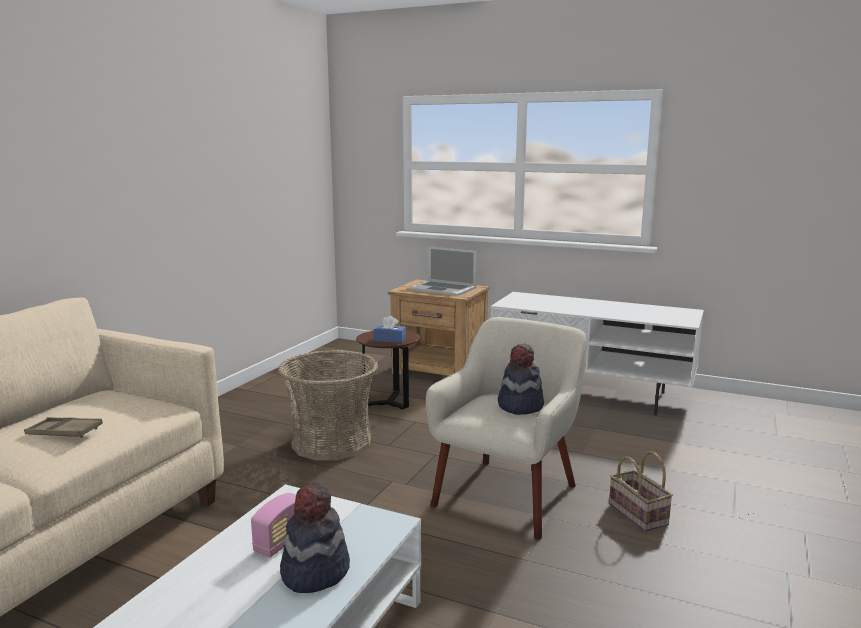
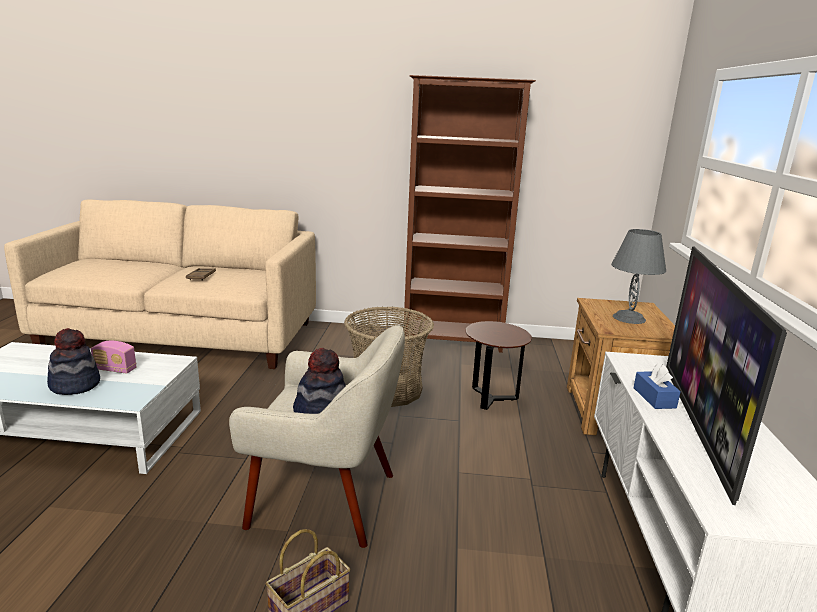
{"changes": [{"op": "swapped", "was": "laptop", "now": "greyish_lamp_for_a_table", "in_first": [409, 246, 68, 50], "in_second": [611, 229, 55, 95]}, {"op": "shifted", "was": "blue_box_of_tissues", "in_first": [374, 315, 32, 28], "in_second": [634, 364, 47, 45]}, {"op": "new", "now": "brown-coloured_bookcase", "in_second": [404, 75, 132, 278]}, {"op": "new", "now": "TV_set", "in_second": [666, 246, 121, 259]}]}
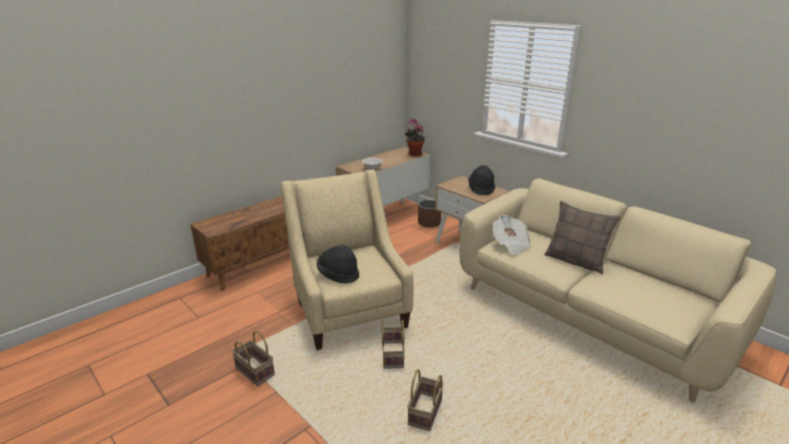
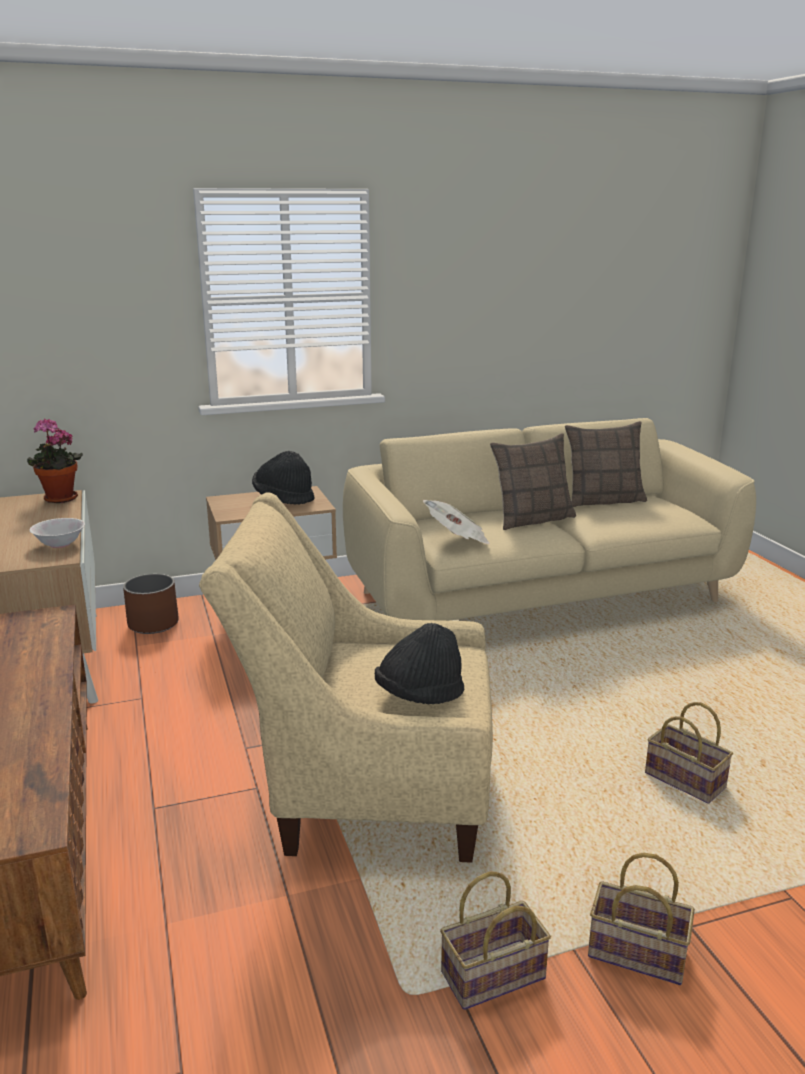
{"changes": [{"op": "shifted", "was": "household_basket", "in_first": [382, 320, 23, 49], "in_second": [588, 852, 107, 133]}, {"op": "new", "now": "cushion", "in_second": [565, 421, 82, 86]}]}
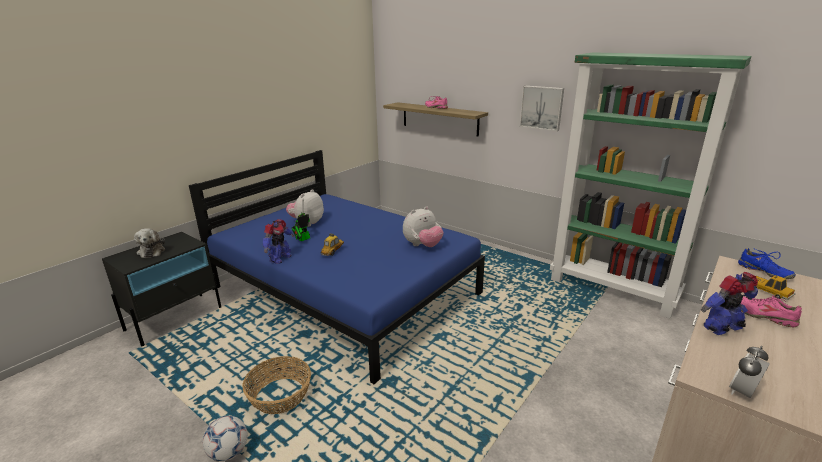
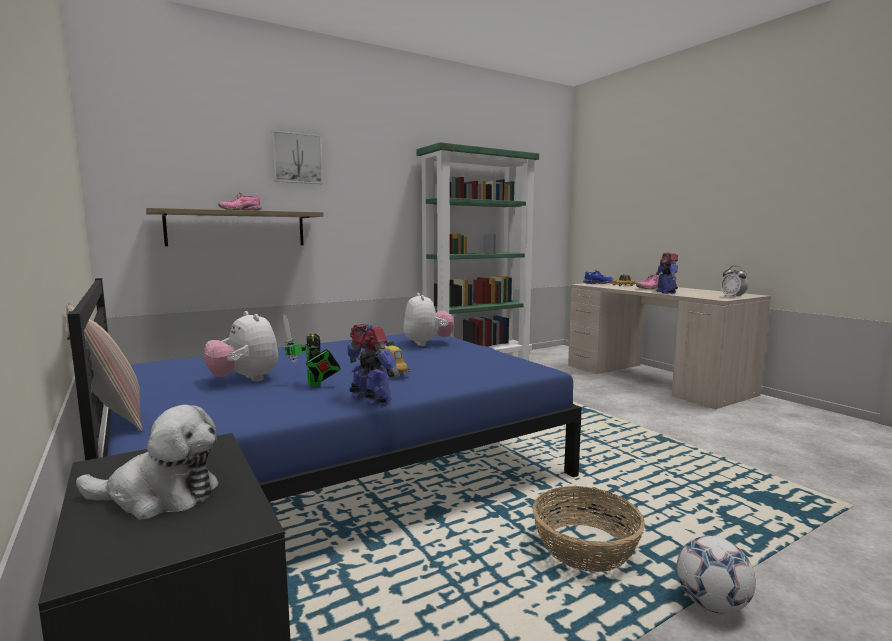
{"changes": [{"op": "shifted", "was": "wall_art", "in_first": [520, 86, 44, 45], "in_second": [272, 131, 51, 53]}, {"op": "new", "now": "cushion", "in_second": [66, 303, 77, 128]}]}
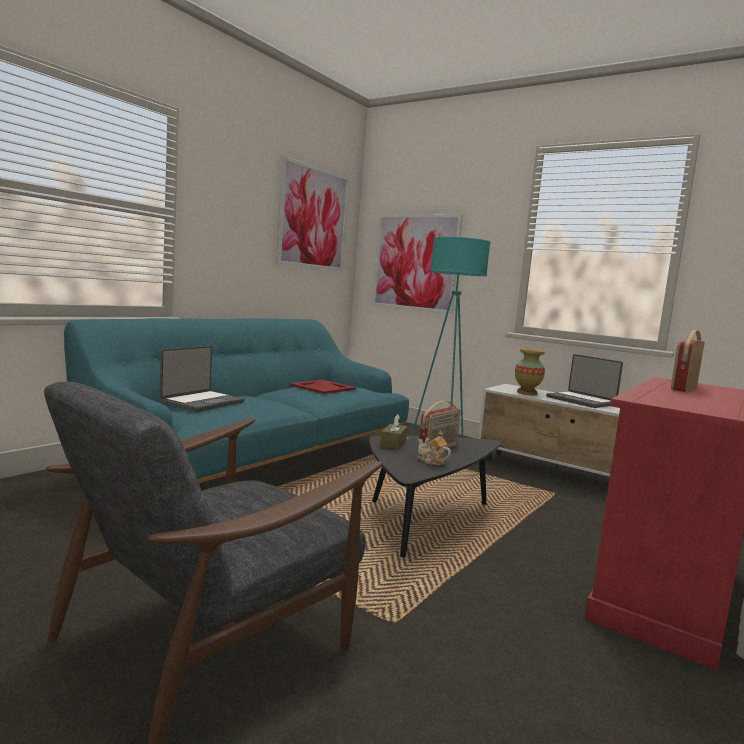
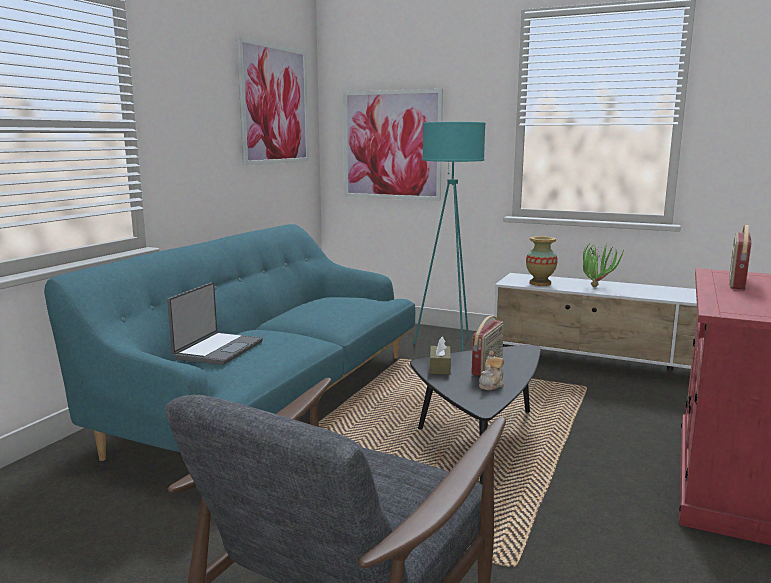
{"changes": [{"op": "swapped", "was": "laptop", "now": "potted_plant", "in_first": [546, 354, 77, 54], "in_second": [583, 242, 41, 45]}, {"op": "gone", "was": "red-coloured_carrying_tray", "in_first": [290, 380, 66, 14]}, {"op": "rotated", "was": "teapot", "in_first": [418, 431, 33, 34], "in_second": [479, 351, 25, 39], "clockwise": -90}]}
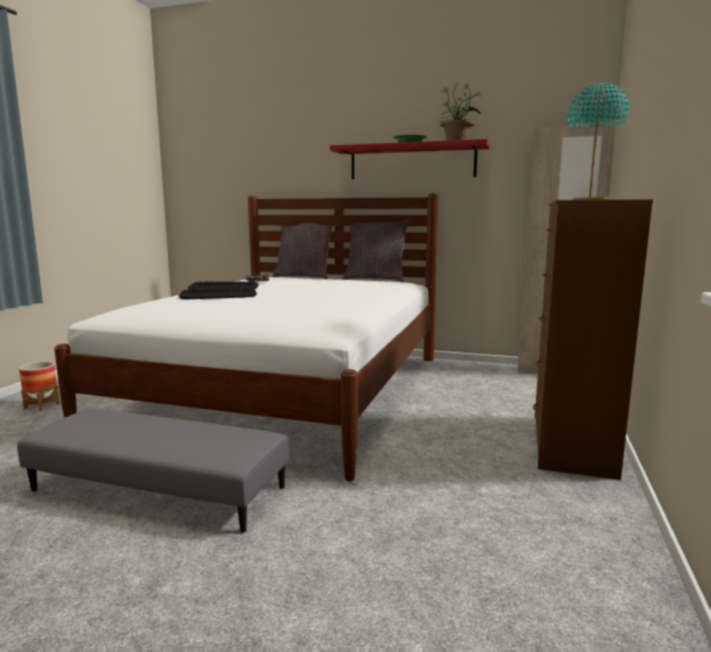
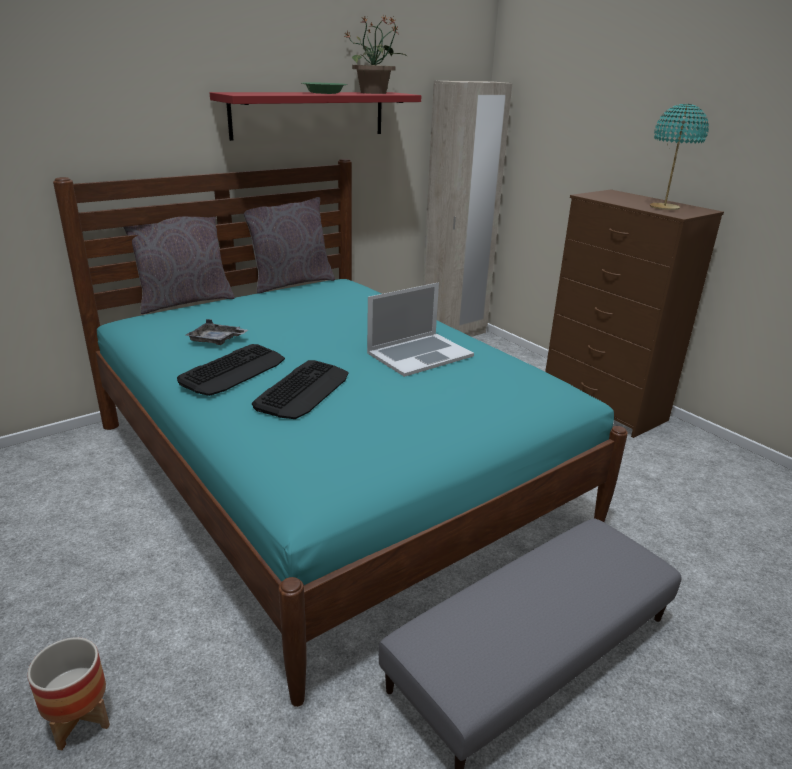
{"changes": [{"op": "repainted", "was": "white-coloured_sleeping_bed", "now": "turquoise_sleeping_bed", "in_first": [54, 193, 385, 288], "in_second": [53, 159, 575, 548]}, {"op": "new", "now": "laptop", "in_second": [367, 282, 107, 95]}]}
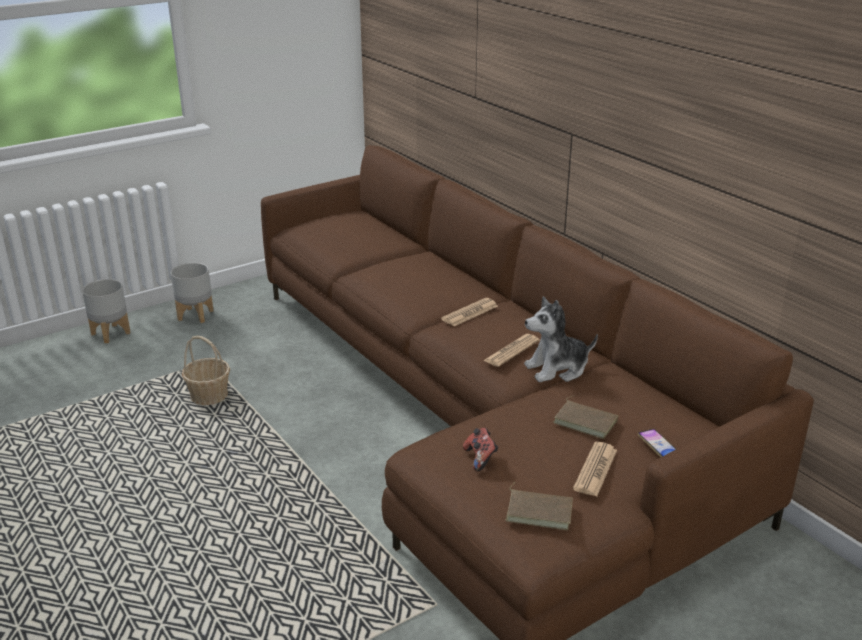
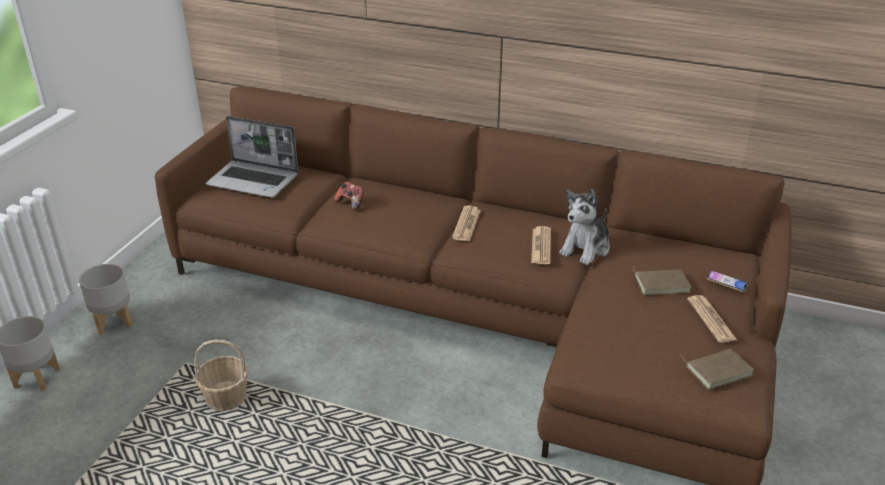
{"changes": [{"op": "shifted", "was": "game_controller", "in_first": [463, 428, 36, 43], "in_second": [334, 181, 30, 30]}, {"op": "new", "now": "laptop", "in_second": [206, 116, 92, 82]}]}
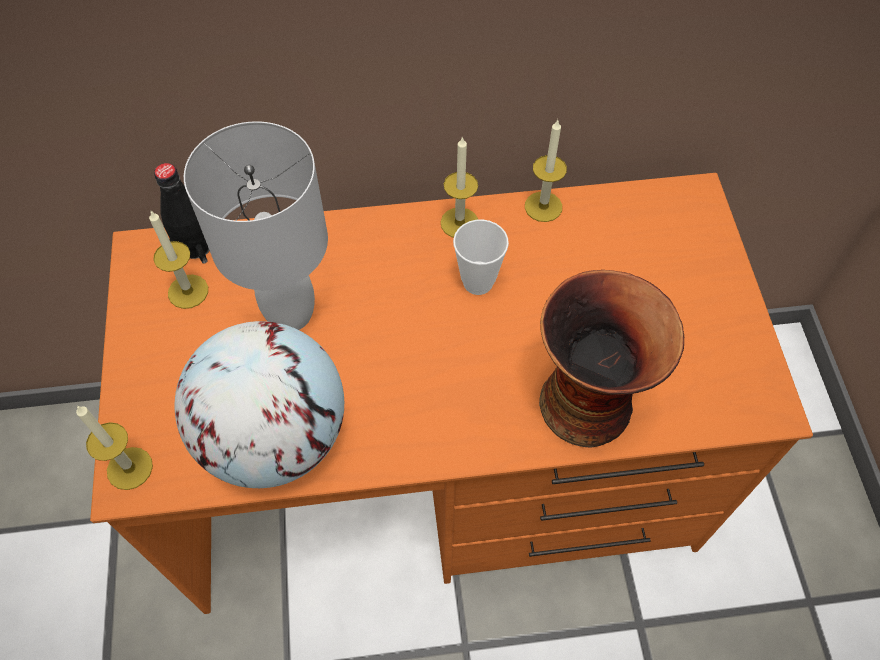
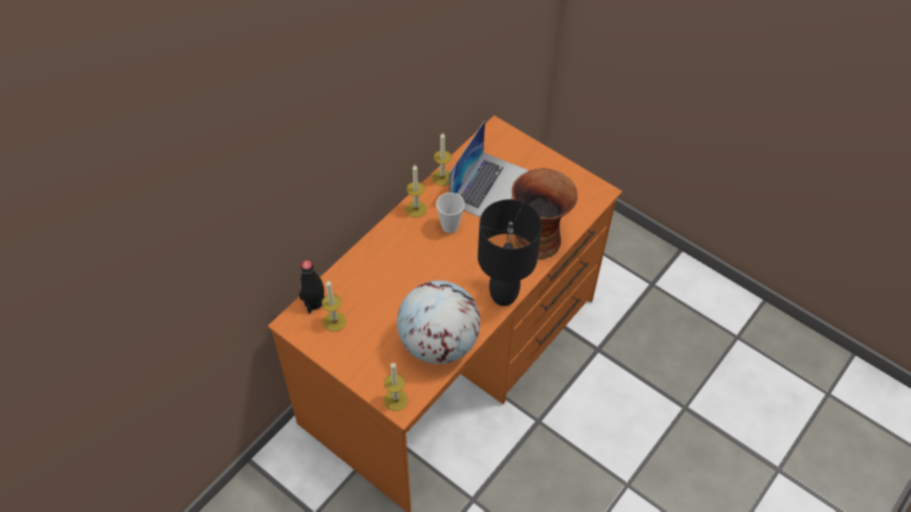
{"changes": [{"op": "gone", "was": "white-coloured_lamp_for_a_table", "in_first": [184, 121, 144, 209]}, {"op": "new", "now": "laptop", "in_second": [449, 121, 79, 96]}, {"op": "new", "now": "black-coloured_lamp_for_a_table", "in_second": [478, 199, 64, 107]}]}
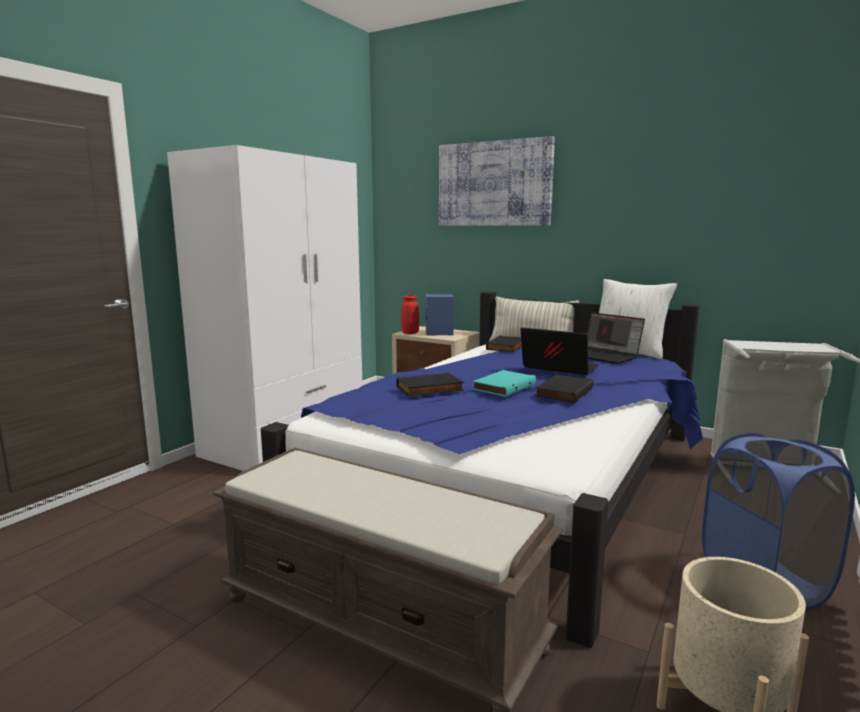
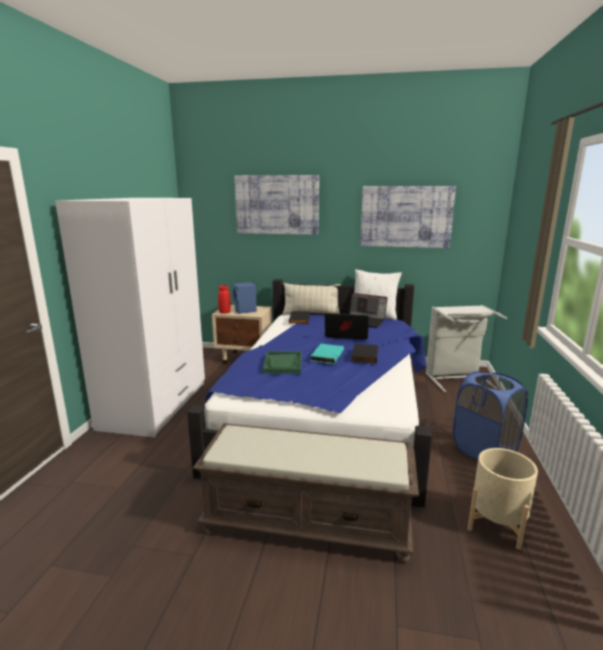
{"changes": [{"op": "swapped", "was": "black-coloured_book", "now": "green-coloured_carrying_tray", "in_first": [396, 373, 68, 23], "in_second": [263, 351, 39, 23]}, {"op": "new", "now": "wall_art", "in_second": [360, 186, 96, 62]}]}
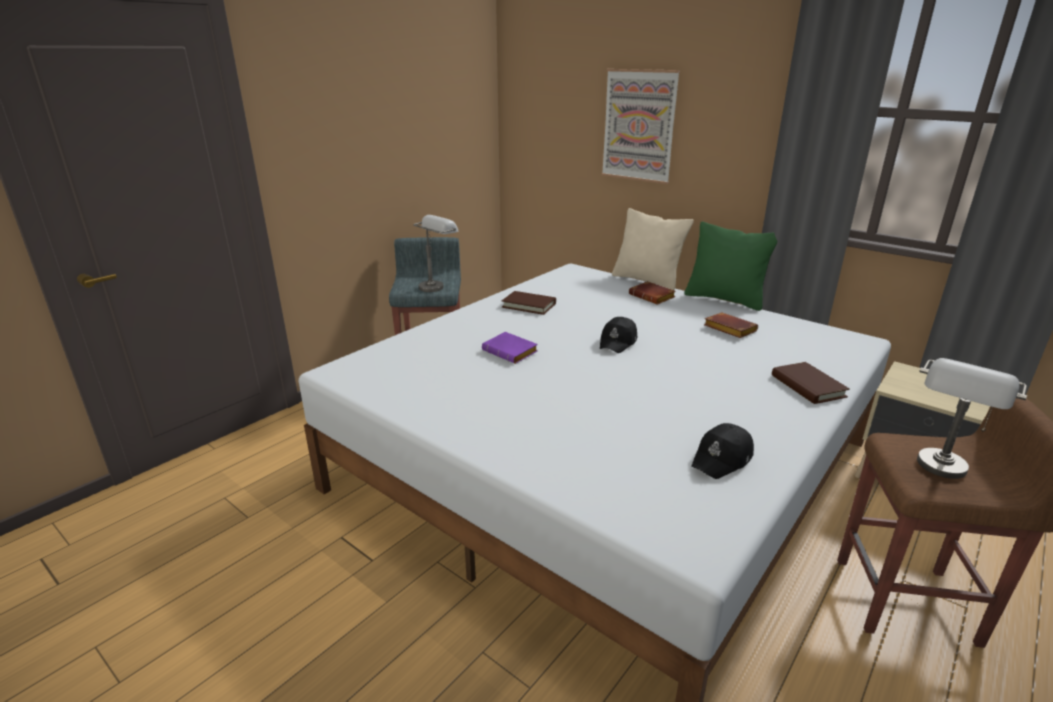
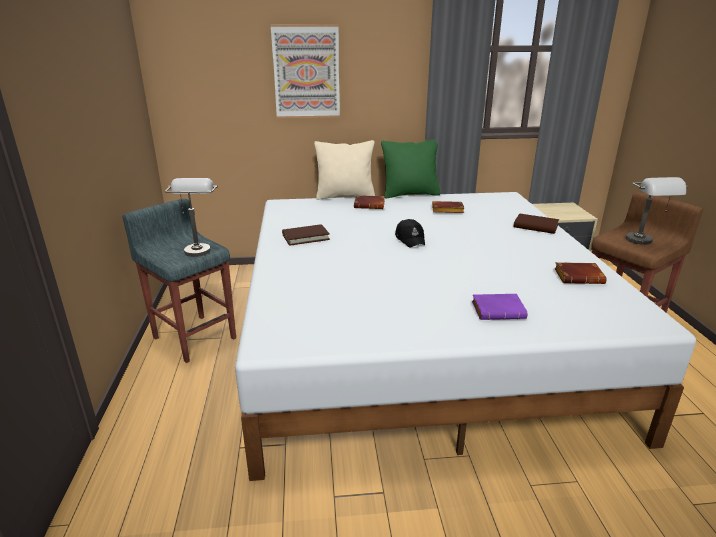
{"changes": [{"op": "shifted", "was": "purplish_book", "in_first": [482, 332, 56, 32], "in_second": [472, 294, 55, 26]}, {"op": "swapped", "was": "black-coloured_baseball_cap", "now": "brown-coloured_book", "in_first": [691, 423, 63, 56], "in_second": [554, 262, 53, 22]}]}
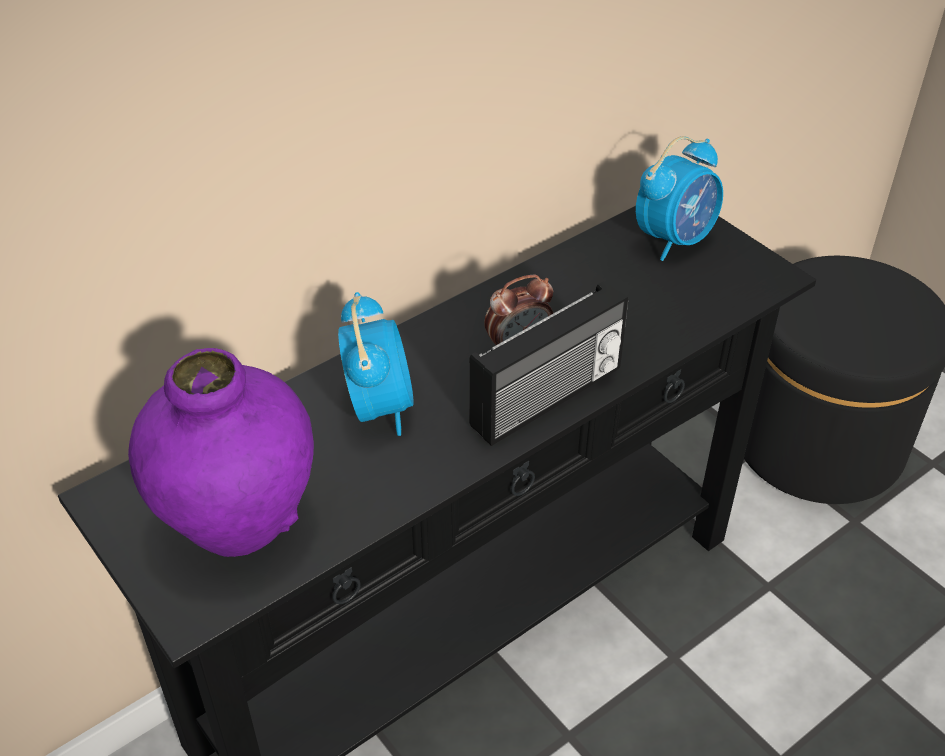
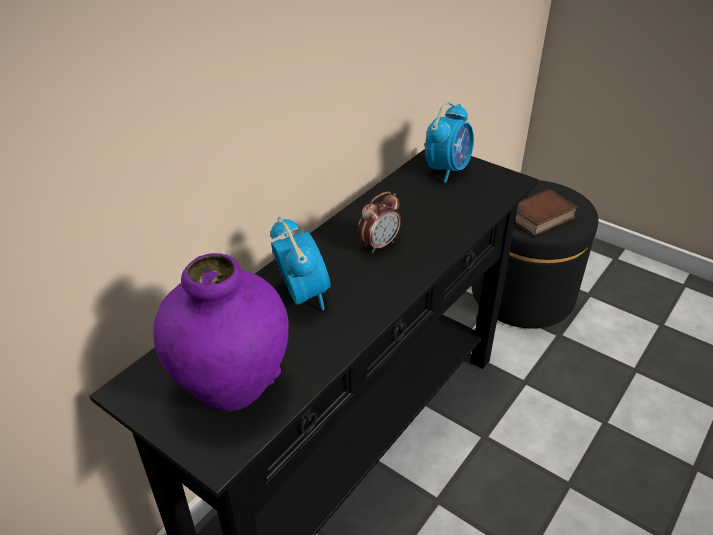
{"changes": [{"op": "gone", "was": "radio_set", "in_first": [469, 281, 159, 165]}, {"op": "new", "now": "book", "in_second": [515, 189, 63, 47]}]}
